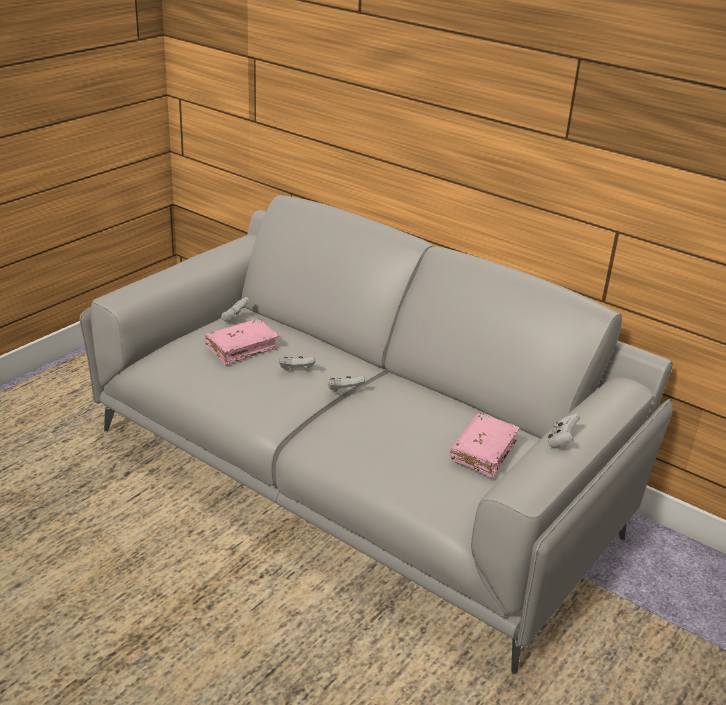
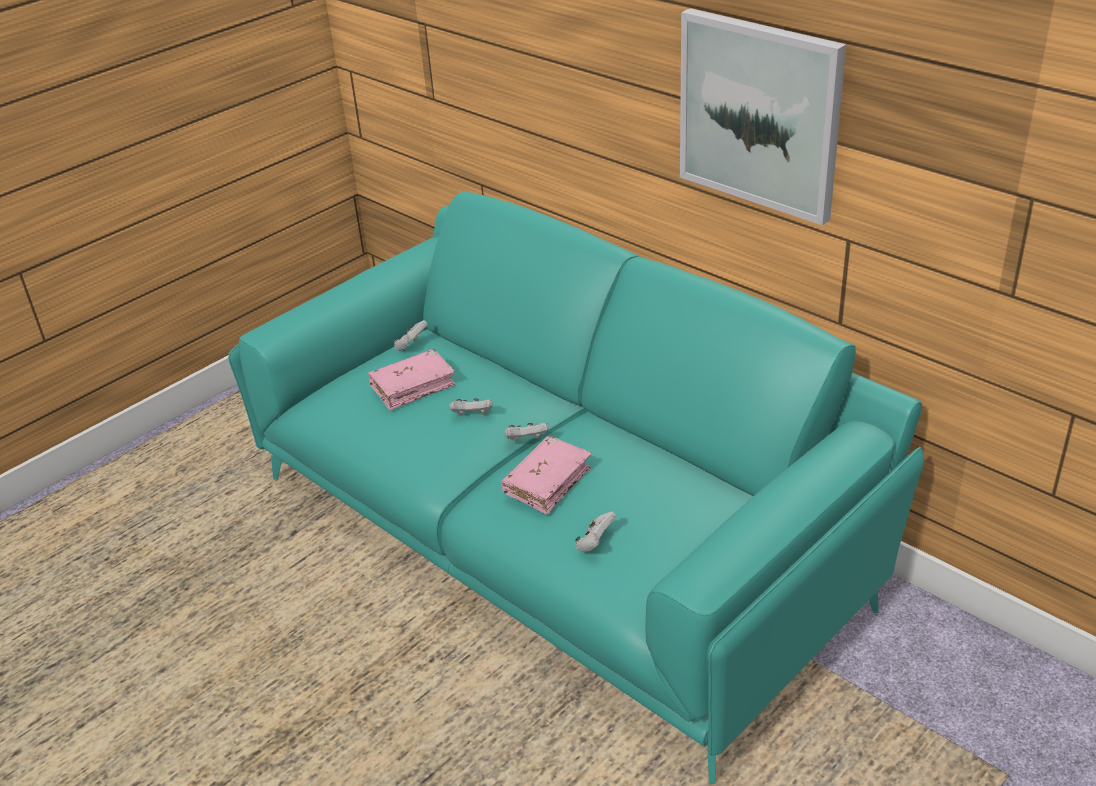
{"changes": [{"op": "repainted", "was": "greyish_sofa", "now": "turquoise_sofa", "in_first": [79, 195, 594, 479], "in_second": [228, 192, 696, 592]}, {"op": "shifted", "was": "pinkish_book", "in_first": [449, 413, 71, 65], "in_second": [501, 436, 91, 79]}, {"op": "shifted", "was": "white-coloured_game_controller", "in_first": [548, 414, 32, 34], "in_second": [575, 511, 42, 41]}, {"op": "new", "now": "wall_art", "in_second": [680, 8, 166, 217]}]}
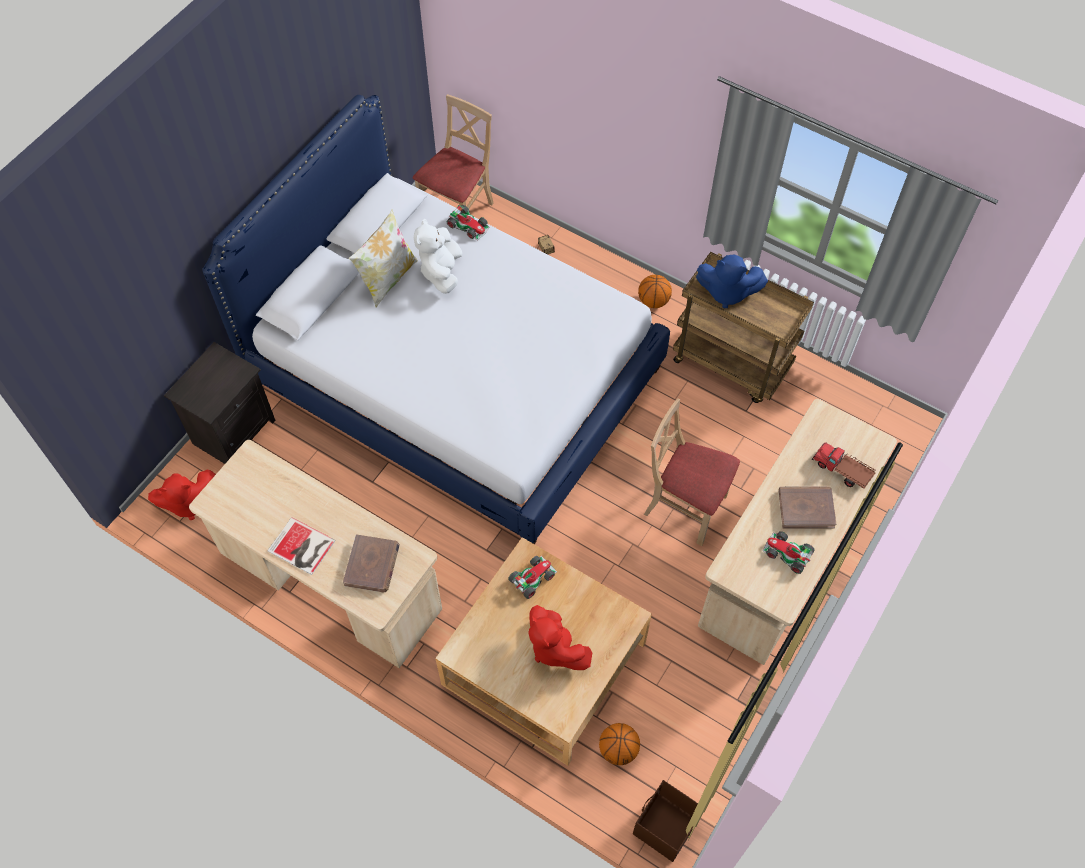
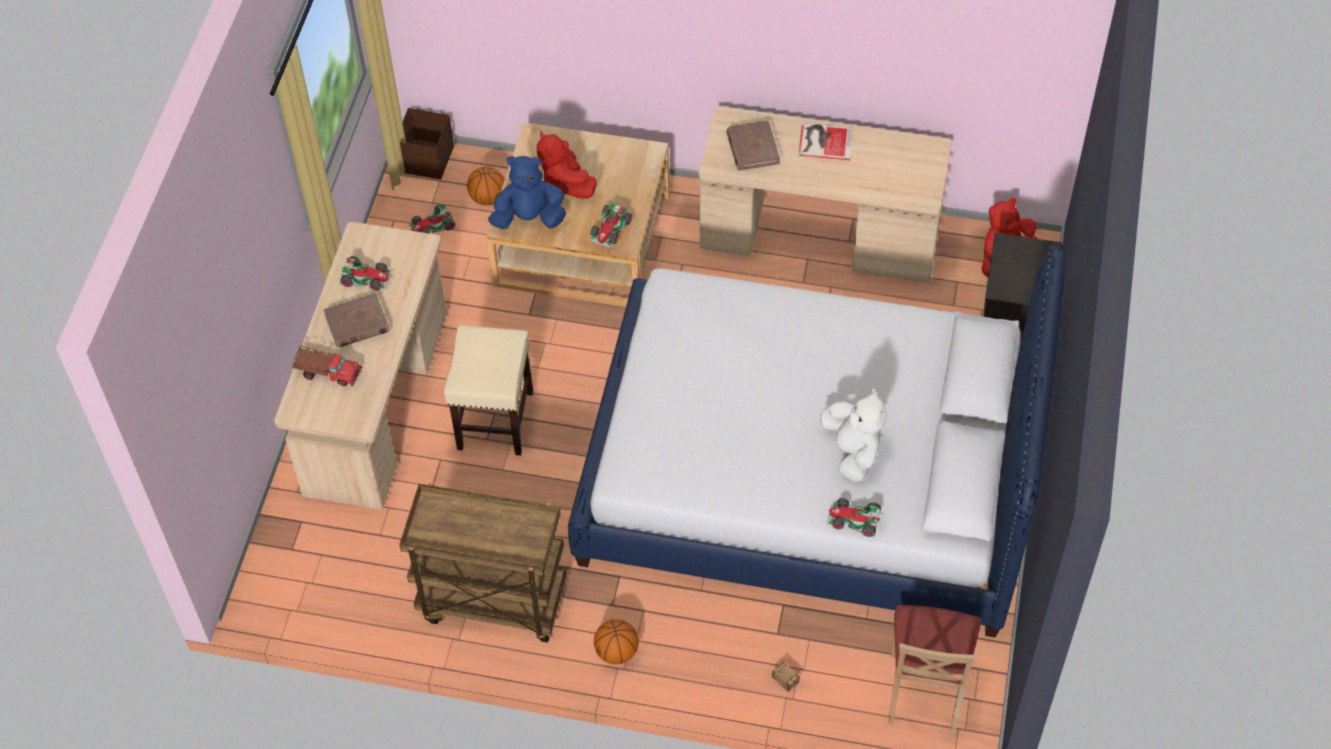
{"changes": [{"op": "gone", "was": "cushion", "in_first": [349, 210, 69, 98]}, {"op": "shifted", "was": "blue_cuddly_toy", "in_first": [696, 254, 72, 54], "in_second": [488, 156, 78, 73]}, {"op": "swapped", "was": "beige_upright_chair", "now": "beige_sitting_stool", "in_first": [644, 398, 96, 148], "in_second": [444, 325, 89, 131]}, {"op": "rotated", "was": "red-coloured_cuddly_toy", "in_first": [528, 605, 64, 65], "in_second": [536, 131, 61, 67], "clockwise": -150}, {"op": "new", "now": "toy_car", "in_second": [408, 204, 47, 29]}]}
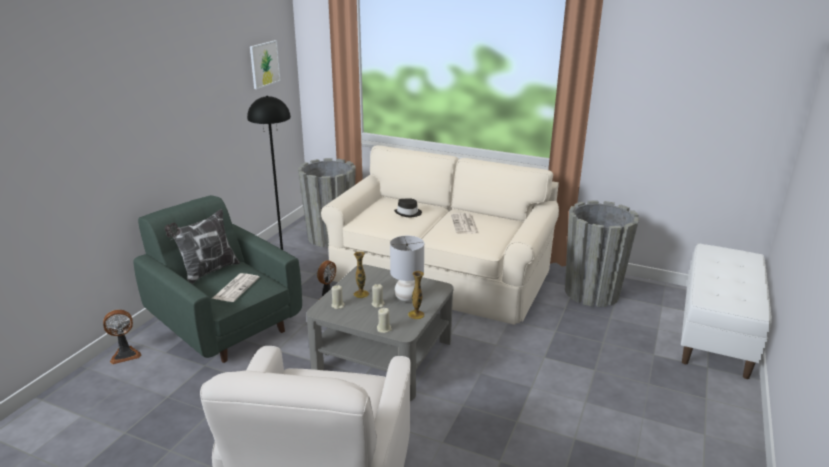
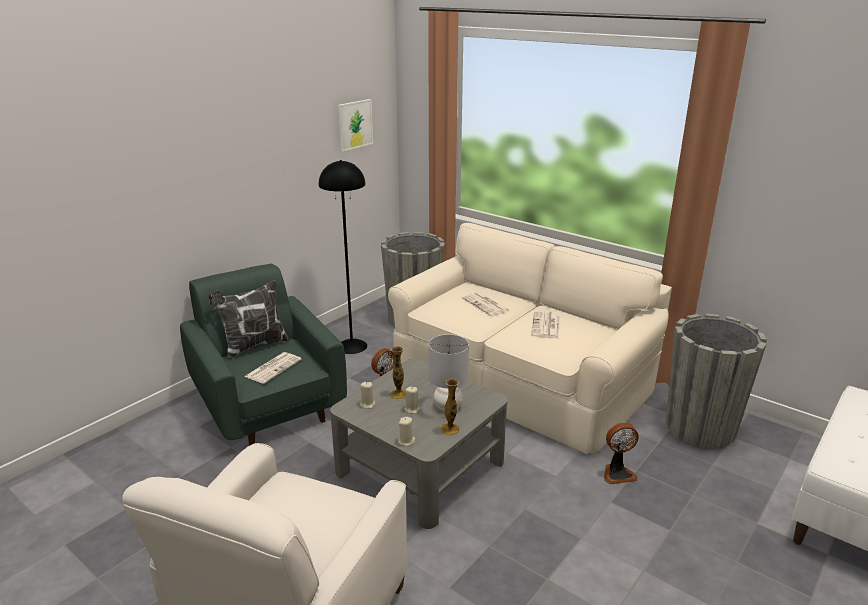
{"changes": [{"op": "swapped", "was": "black-coloured_clothing_hat", "now": "daily_paper", "in_first": [394, 198, 28, 20], "in_second": [462, 292, 48, 24]}, {"op": "shifted", "was": "fan", "in_first": [103, 310, 39, 54], "in_second": [604, 423, 35, 62]}]}
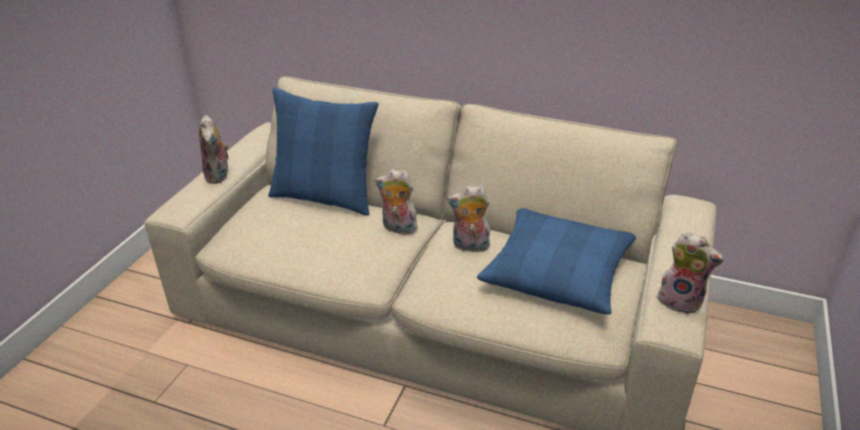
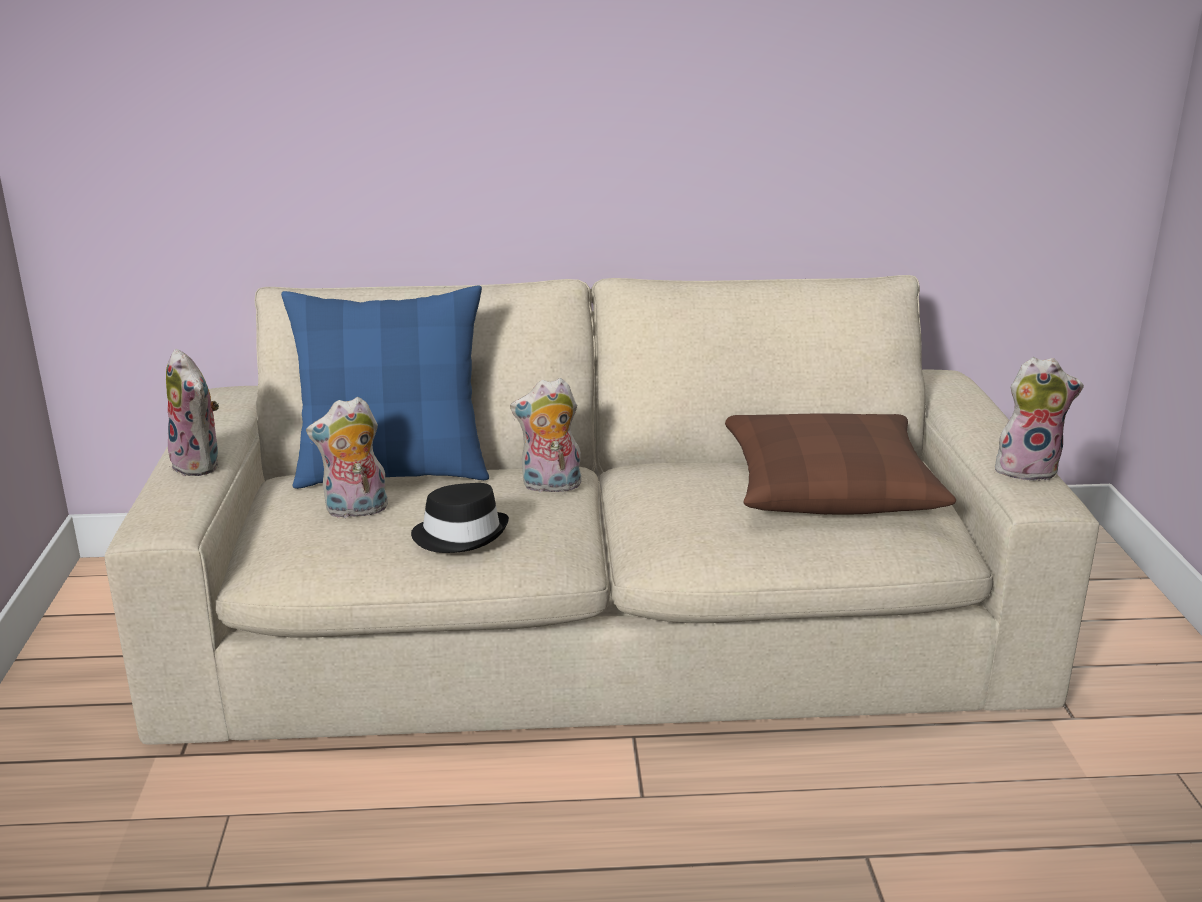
{"changes": [{"op": "shifted", "was": "cuddly_toy", "in_first": [447, 186, 43, 66], "in_second": [306, 397, 82, 121]}, {"op": "repainted", "was": "blue_cushion", "now": "brown-coloured_cushion", "in_first": [477, 208, 159, 106], "in_second": [725, 413, 231, 102]}, {"op": "new", "now": "black-coloured_clothing_hat", "in_second": [411, 483, 98, 70]}]}
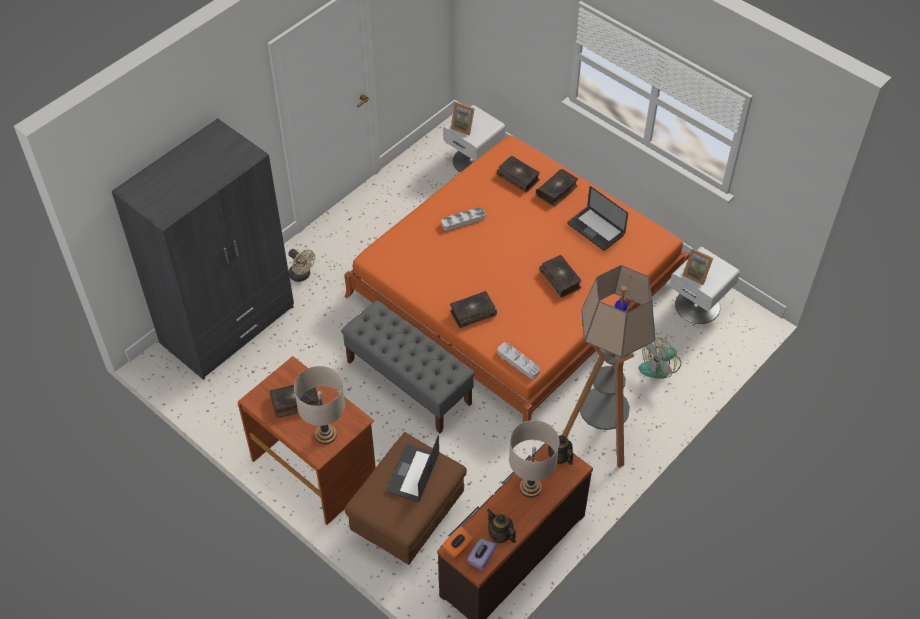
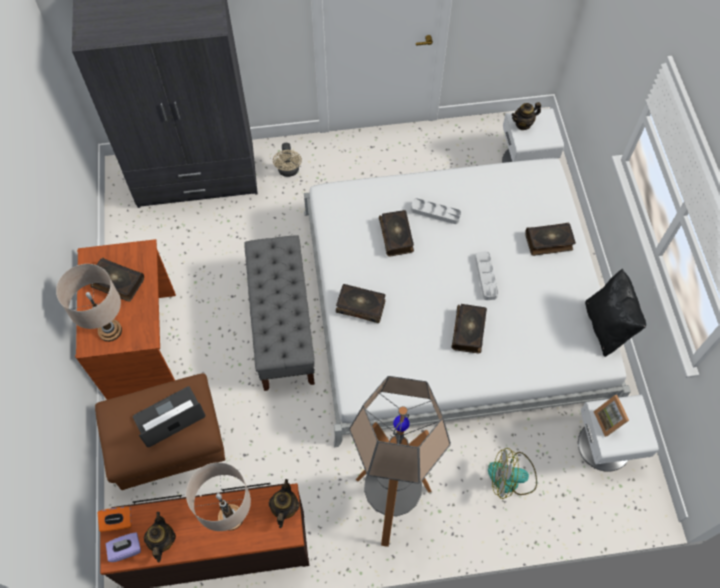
{"changes": [{"op": "swapped", "was": "standing_frame", "now": "teapot", "in_first": [451, 102, 24, 33], "in_second": [512, 102, 29, 28]}, {"op": "repainted", "was": "orangey_sleeping_bed", "now": "white-coloured_sleeping_bed", "in_first": [344, 135, 346, 287], "in_second": [304, 158, 327, 290]}, {"op": "shifted", "was": "book", "in_first": [497, 156, 43, 36], "in_second": [379, 210, 35, 47]}, {"op": "gone", "was": "laptop", "in_first": [567, 186, 61, 65]}, {"op": "shifted", "was": "greyish_carrying_tray", "in_first": [498, 342, 42, 37], "in_second": [475, 251, 23, 49]}, {"op": "new", "now": "black-coloured_cushion", "in_second": [585, 269, 61, 88]}]}
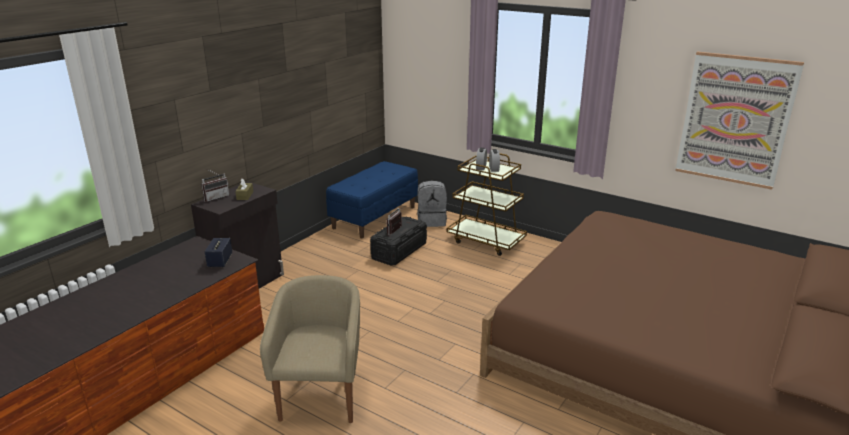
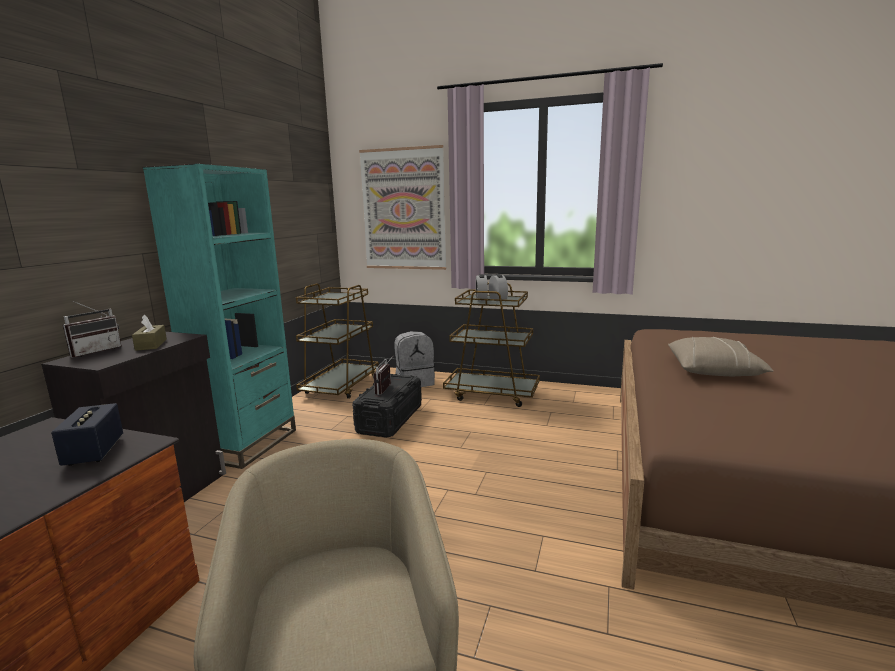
{"changes": [{"op": "shifted", "was": "wall_art", "in_first": [675, 52, 129, 138], "in_second": [359, 145, 87, 125]}, {"op": "swapped", "was": "blue_indoor_bench", "now": "brown-coloured_cart", "in_first": [326, 161, 92, 77], "in_second": [296, 283, 83, 116]}, {"op": "new", "now": "turquoise_bookcase", "in_second": [143, 164, 153, 305]}, {"op": "new", "now": "beige_cushion", "in_second": [668, 337, 106, 39]}]}
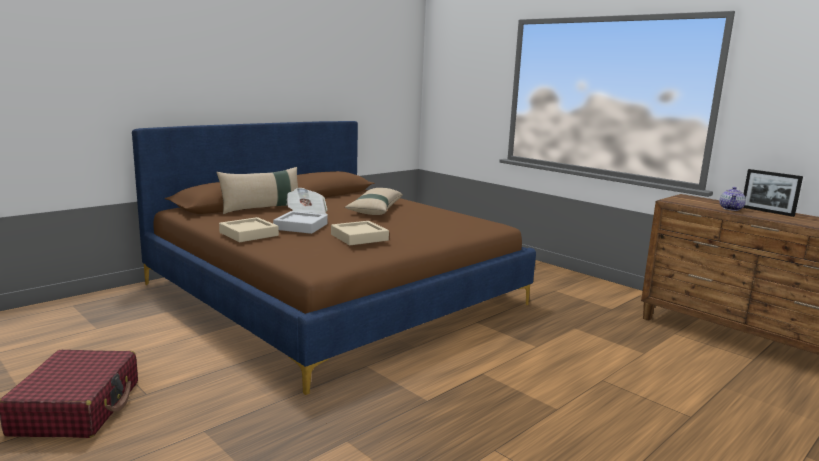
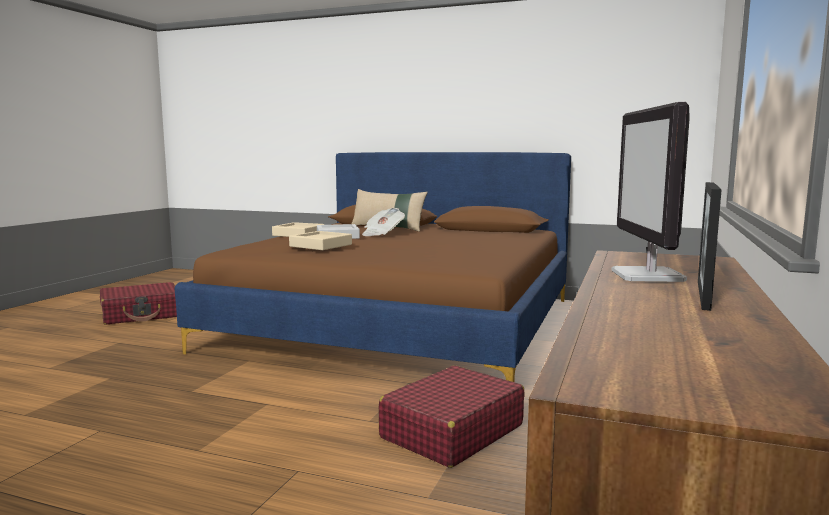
{"changes": [{"op": "swapped", "was": "teapot", "now": "computer_screen", "in_first": [719, 187, 27, 24], "in_second": [611, 102, 79, 180]}, {"op": "gone", "was": "beige_cushion", "in_first": [345, 188, 58, 27]}, {"op": "new", "now": "red-coloured_piece_of_luggage", "in_second": [378, 365, 146, 103]}]}
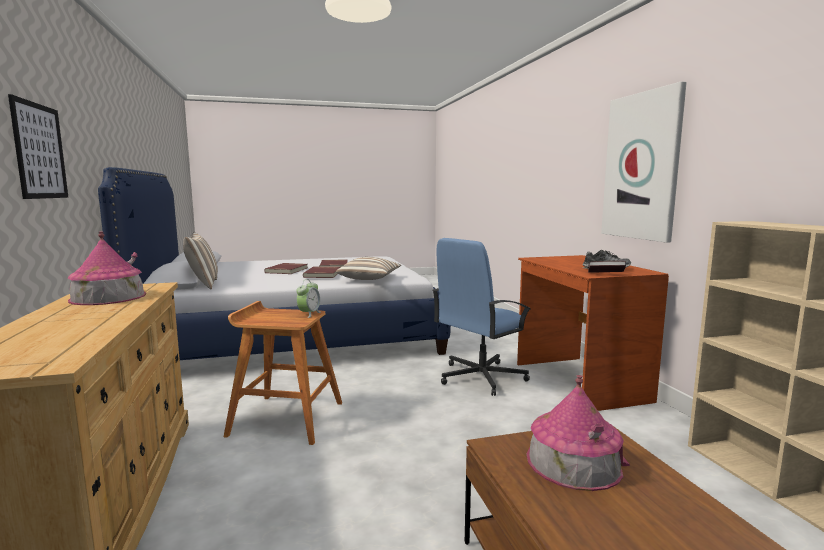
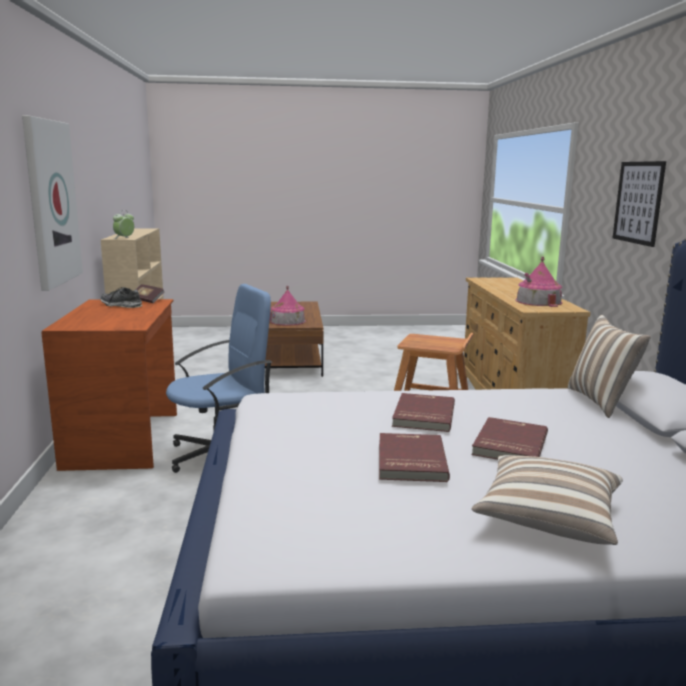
{"changes": [{"op": "shifted", "was": "cushion", "in_first": [336, 257, 65, 23], "in_second": [472, 455, 151, 90]}, {"op": "shifted", "was": "table_clock", "in_first": [297, 279, 24, 39], "in_second": [113, 211, 21, 28]}]}
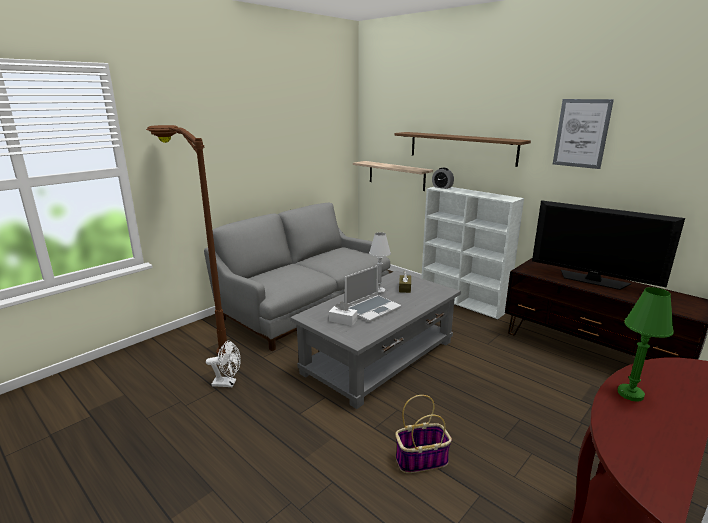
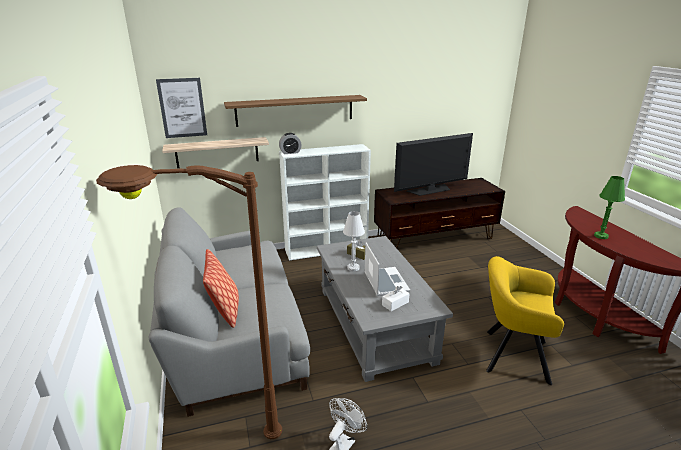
{"changes": [{"op": "shifted", "was": "wall_art", "in_first": [553, 99, 61, 70], "in_second": [156, 78, 51, 60]}, {"op": "swapped", "was": "household_basket", "now": "yellow-coloured_easy_chair", "in_first": [395, 395, 57, 78], "in_second": [486, 256, 78, 129]}, {"op": "new", "now": "cushion", "in_second": [203, 249, 36, 79]}]}
